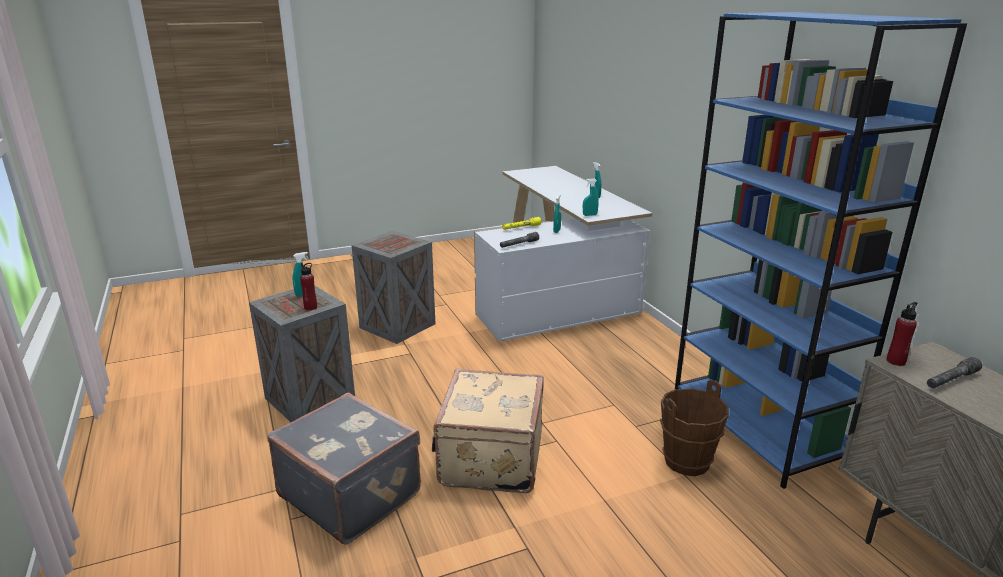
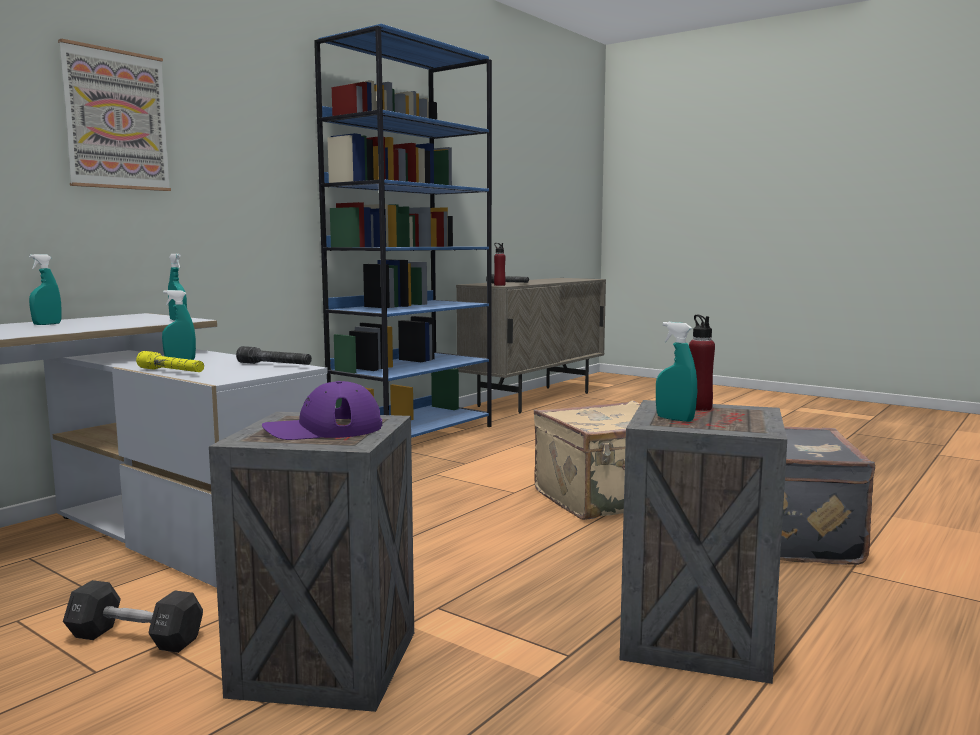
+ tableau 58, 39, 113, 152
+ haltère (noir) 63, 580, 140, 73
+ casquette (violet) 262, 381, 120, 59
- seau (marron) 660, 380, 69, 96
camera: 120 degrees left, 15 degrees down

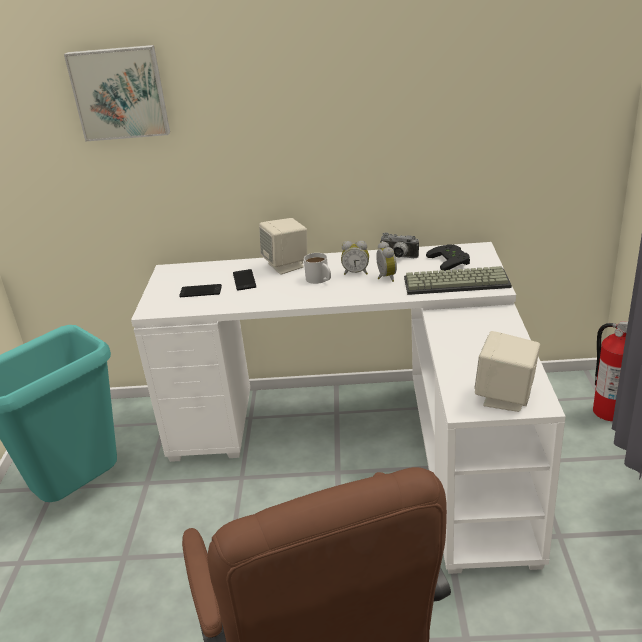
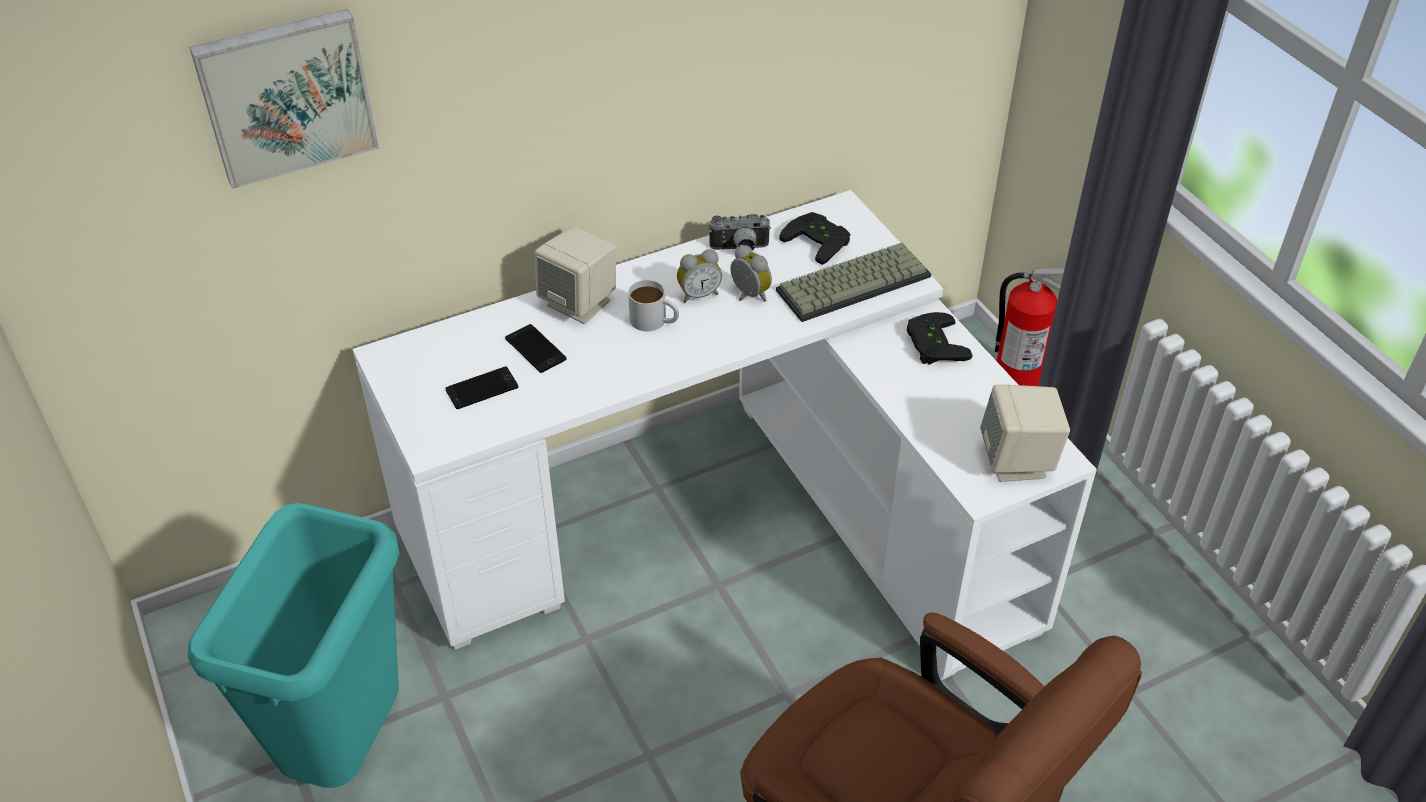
+ manette (noir) 907, 312, 66, 53
camera: 30 degrees left, 15 degrees up

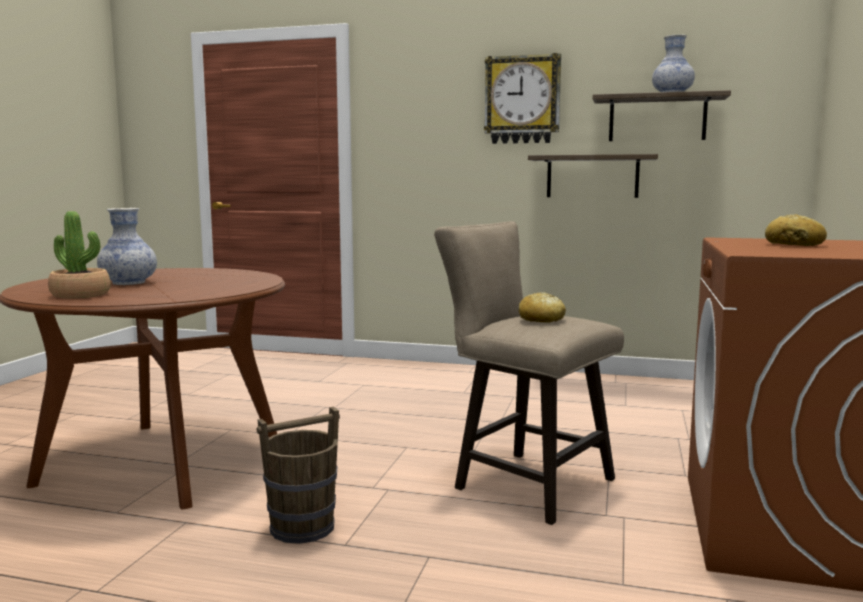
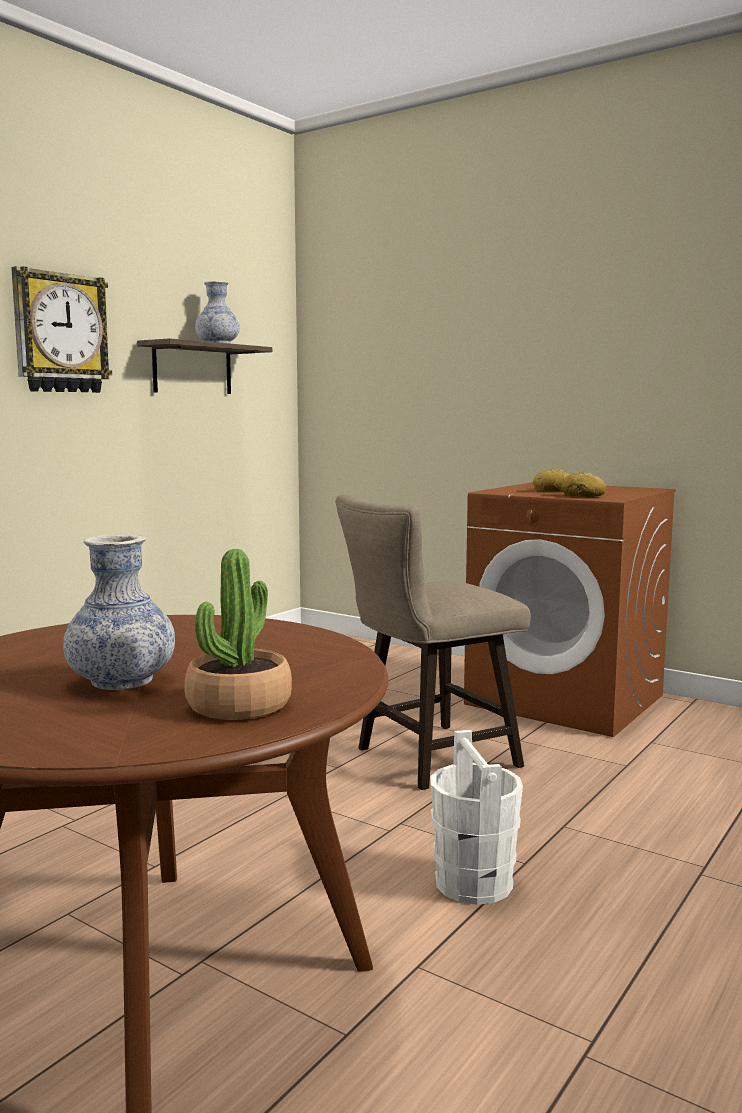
~ seau (marron) 256, 407, 84, 137 to seau (blanc) 430, 730, 93, 175
~ pain 519, 292, 47, 31 to 561, 472, 45, 25
- étagère 528, 154, 130, 44
camera: 70 degrees left, 0 degrees up

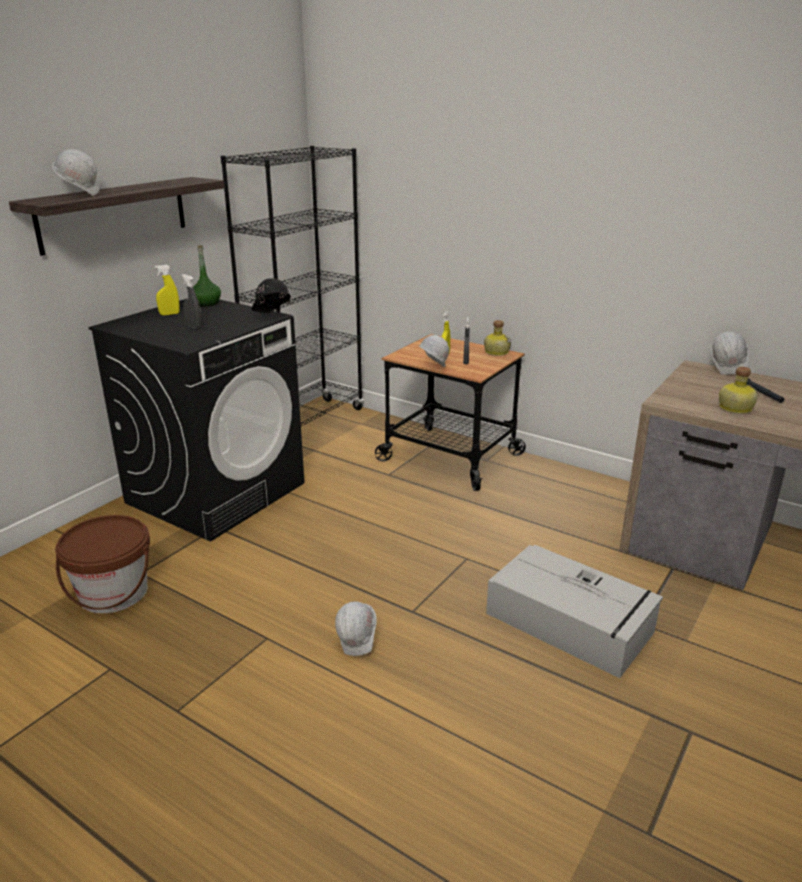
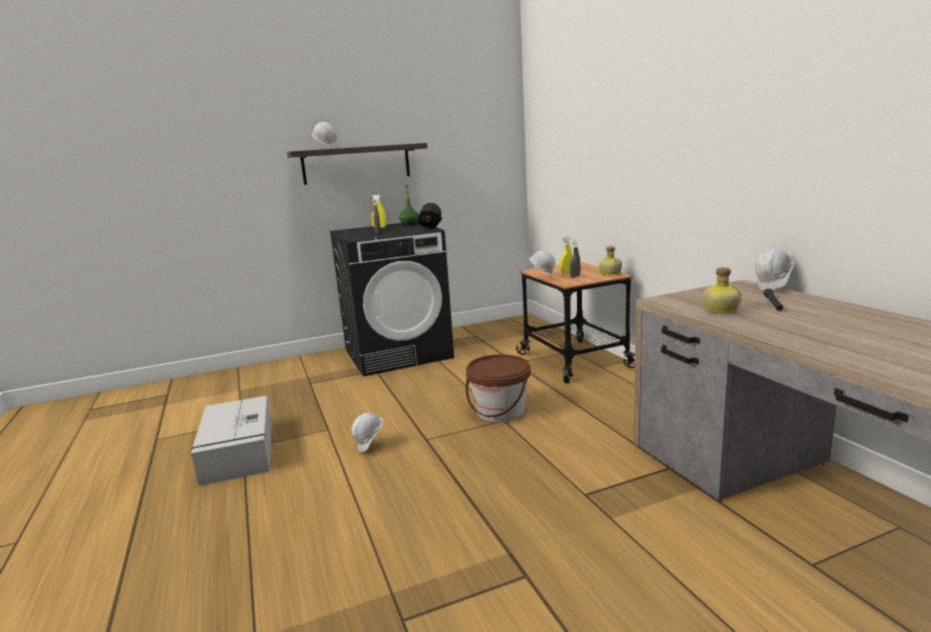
~ boîte de rangement (gris) 486, 545, 177, 133 to 191, 396, 81, 90
~ seau (marron) 55, 515, 95, 98 to 465, 354, 66, 68
- bibliothèque (noir) 221, 146, 142, 280
camera: 35 degrees right, 10 degrees down

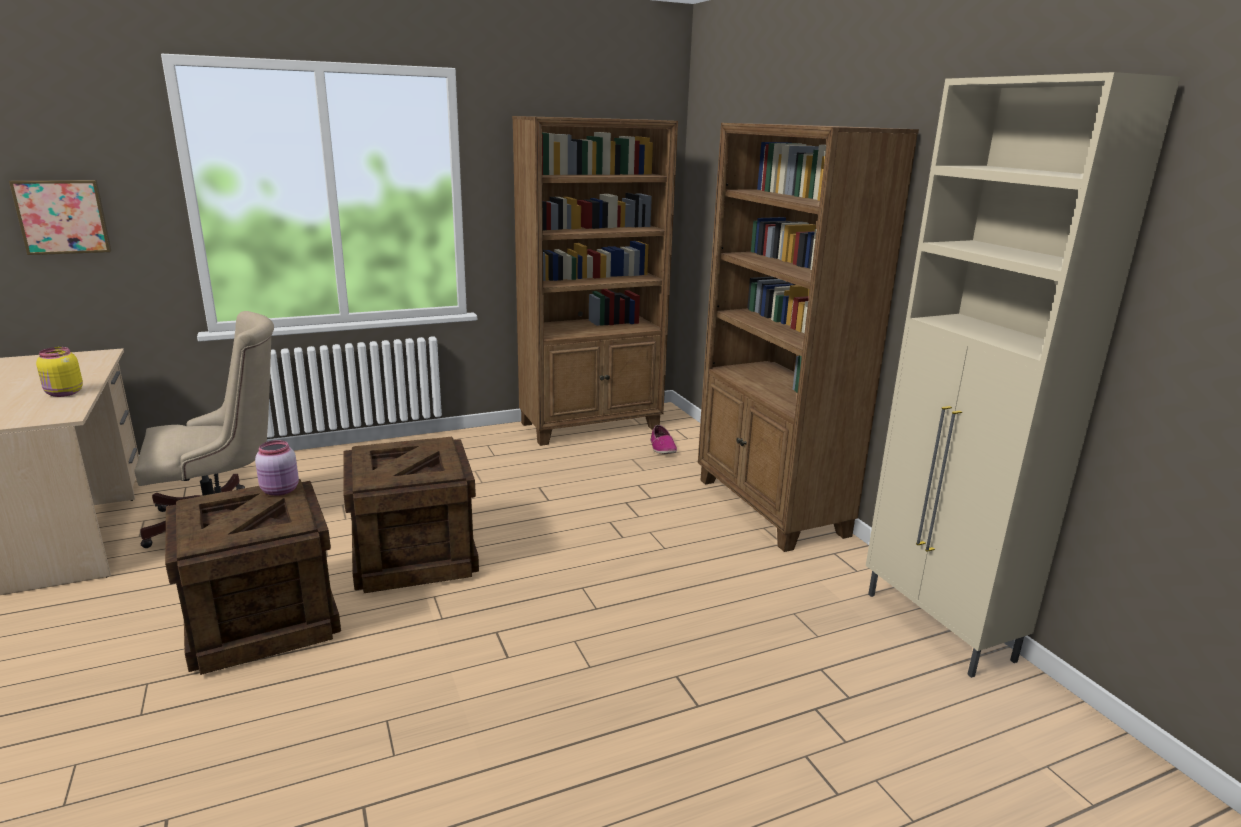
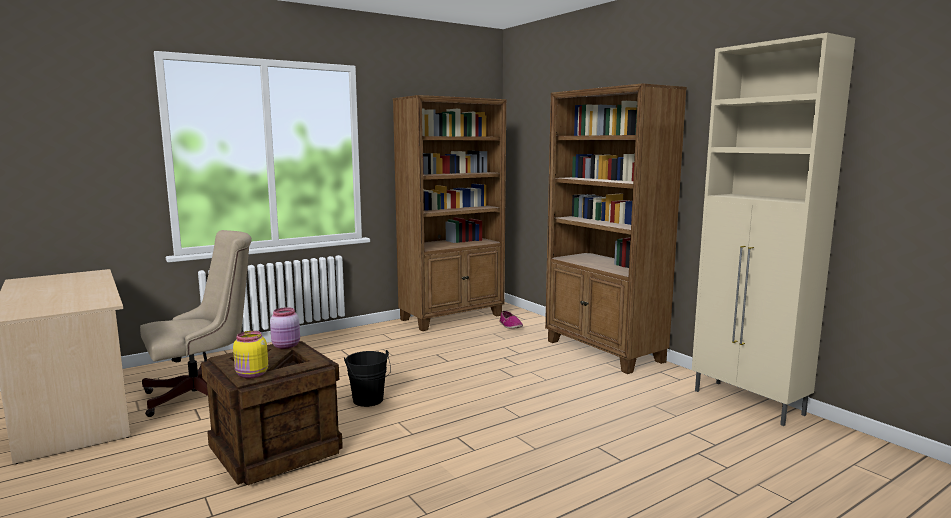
~ bocal (jaune) 36, 347, 47, 50 to 233, 331, 35, 48
~ caisse 344, 436, 135, 157 to seau (noir) 344, 350, 47, 57
- tableau 9, 180, 102, 75
camera: 10 degrees left, 10 degrees down

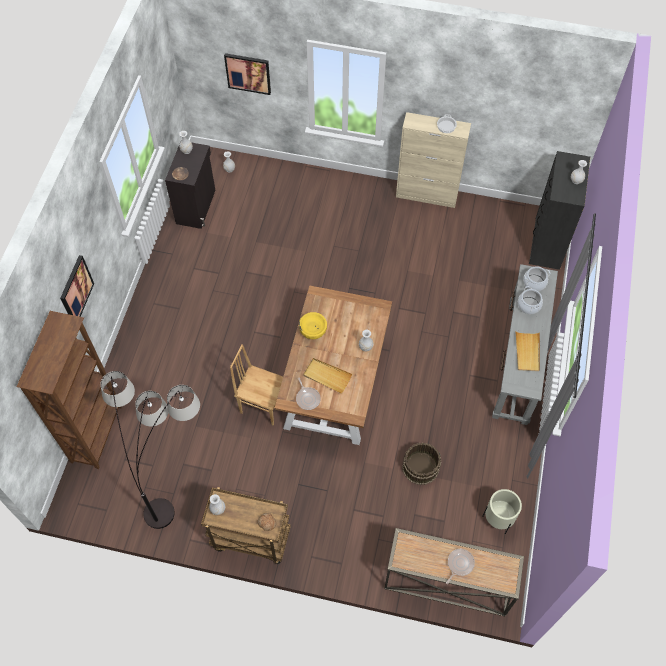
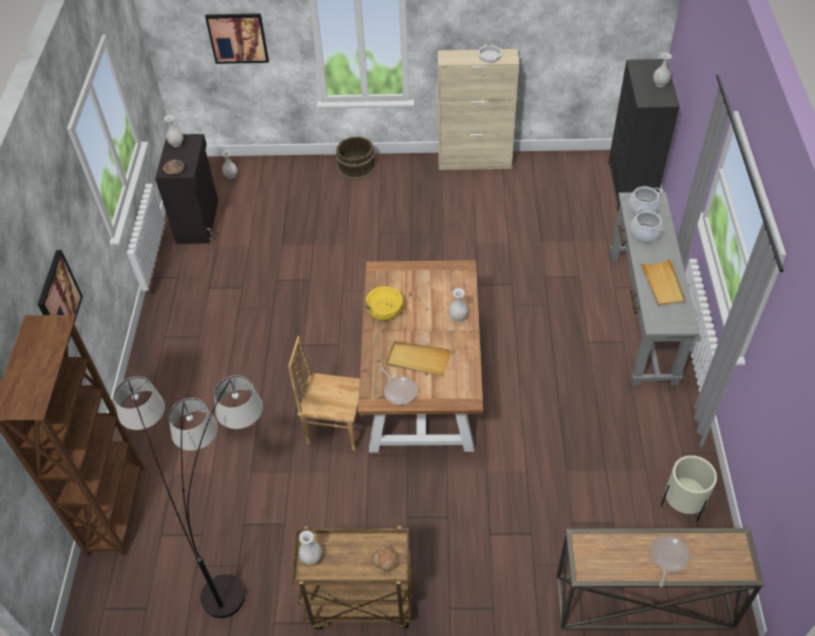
~ seau (marron) 402, 442, 39, 43 to 336, 136, 40, 44
camera: 10 degrees left, 10 degrees down

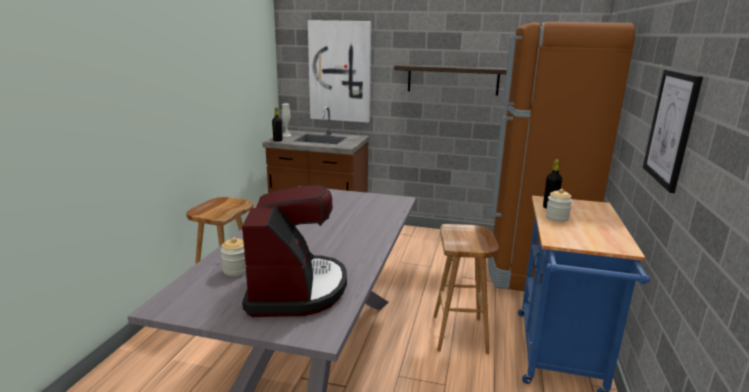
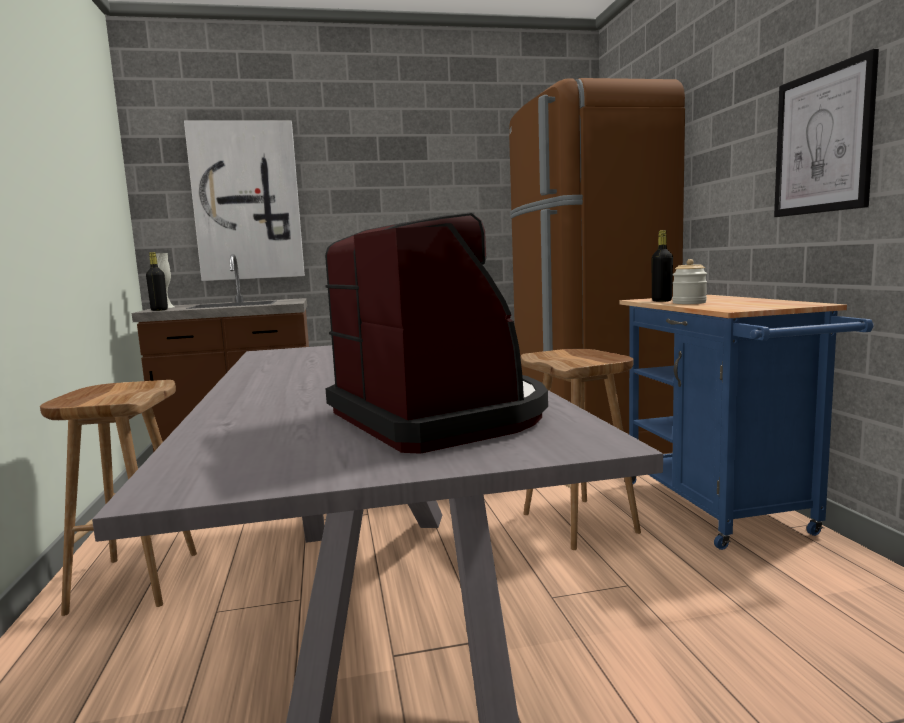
- bocal 221, 237, 25, 39
- étagère 394, 64, 113, 32
camera: 25 degrees left, 10 degrees down

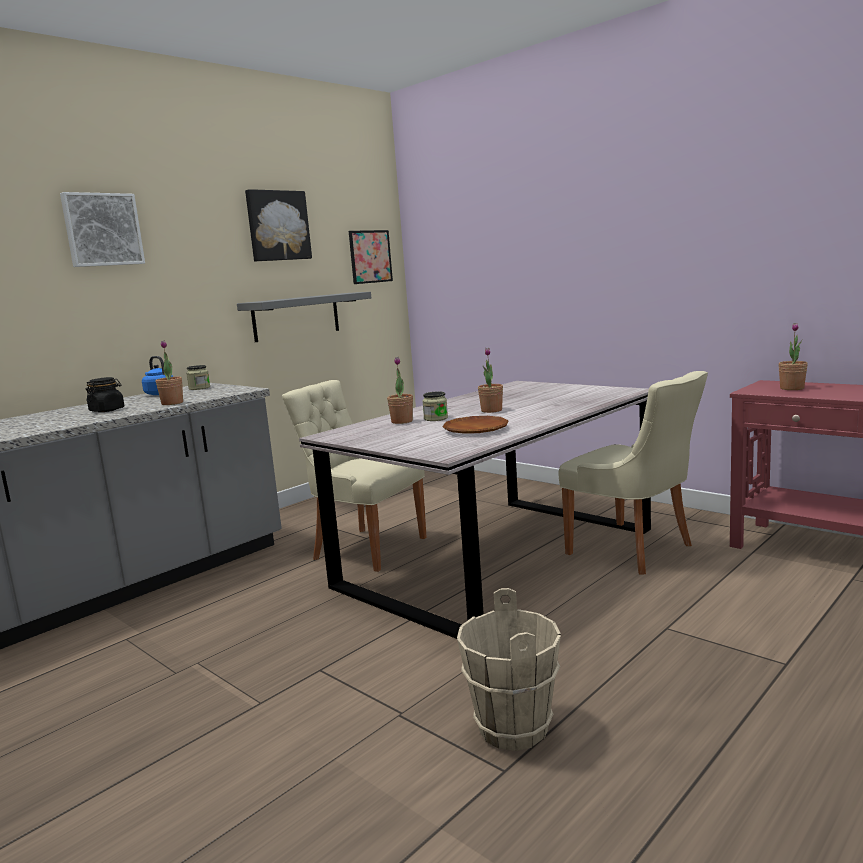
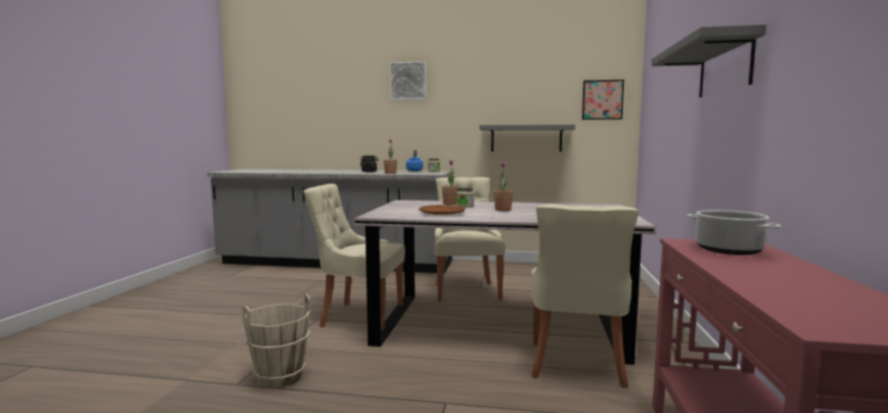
+ chaise (beige) 303, 184, 102, 146
+ étagère (gris) 651, 24, 115, 74
~ plante en pot 779, 323, 29, 67 to marmite 686, 210, 97, 45
- tableau 245, 189, 67, 72
camera: 55 degrees right, 5 degrees down

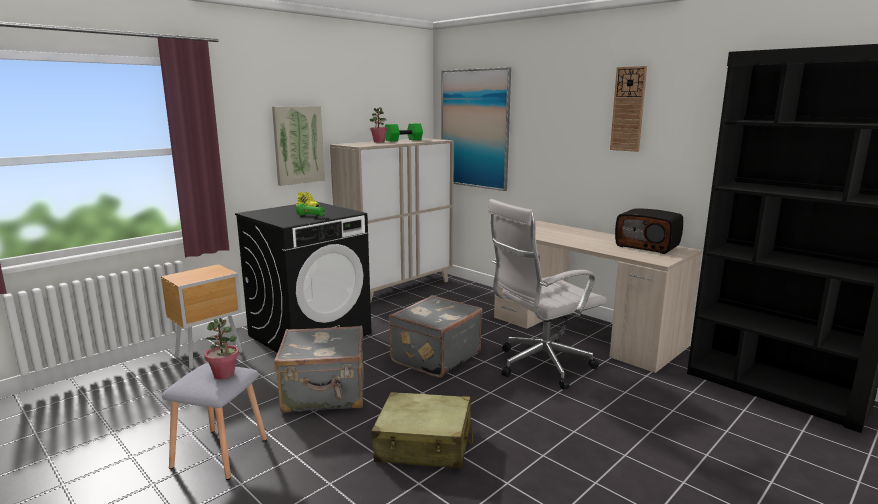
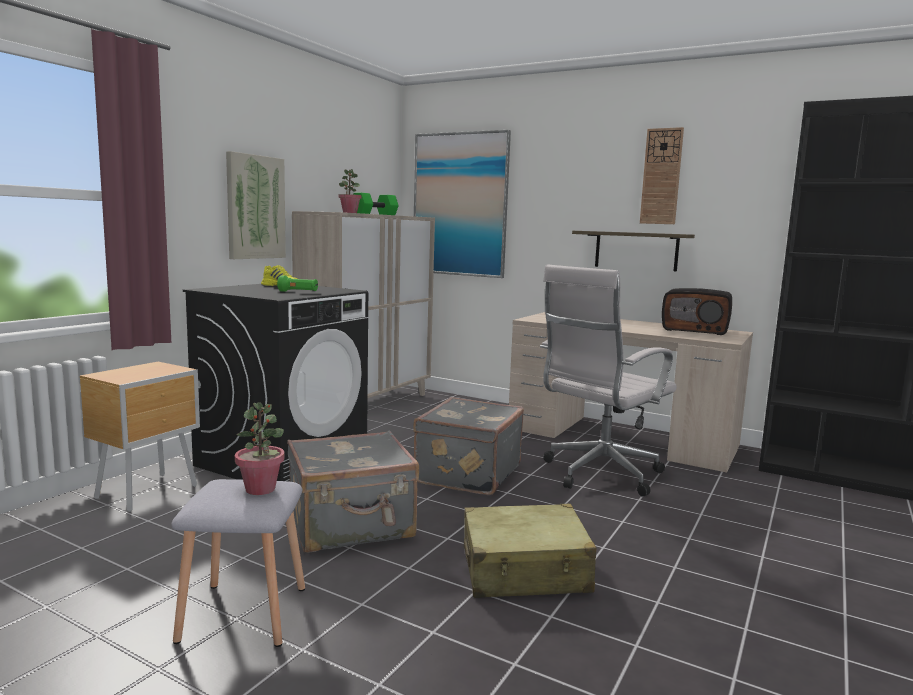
+ étagère 572, 231, 123, 41
camera: 15 degrees left, 5 degrees down

